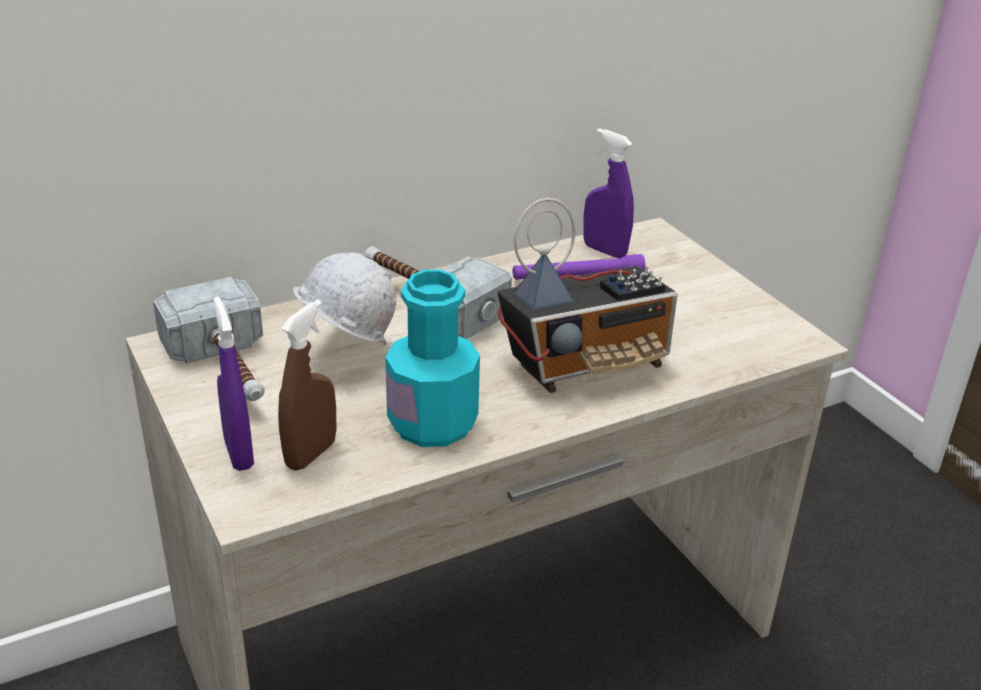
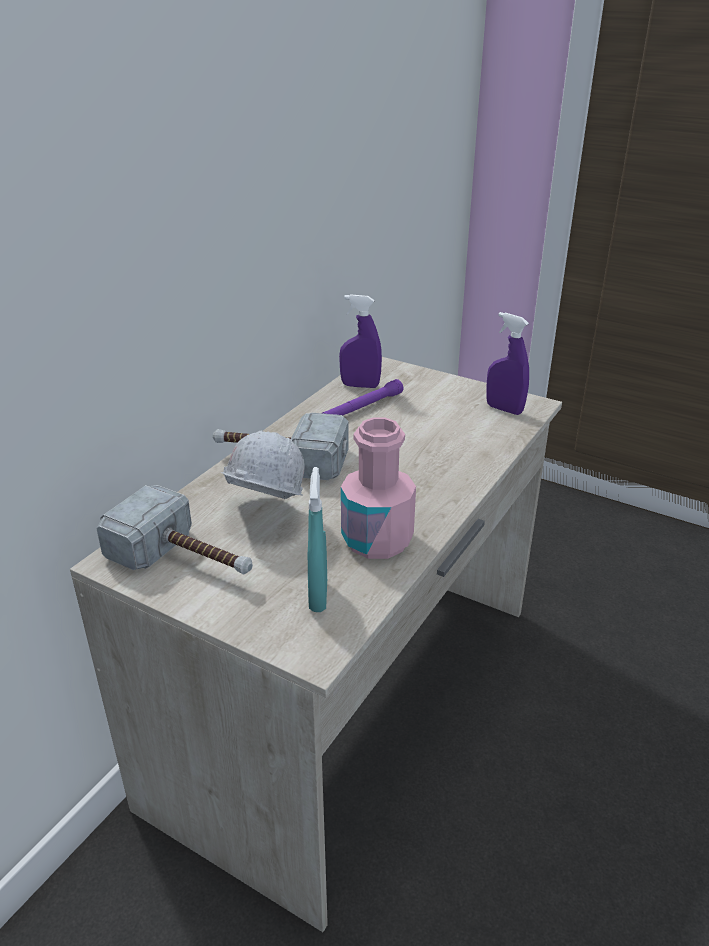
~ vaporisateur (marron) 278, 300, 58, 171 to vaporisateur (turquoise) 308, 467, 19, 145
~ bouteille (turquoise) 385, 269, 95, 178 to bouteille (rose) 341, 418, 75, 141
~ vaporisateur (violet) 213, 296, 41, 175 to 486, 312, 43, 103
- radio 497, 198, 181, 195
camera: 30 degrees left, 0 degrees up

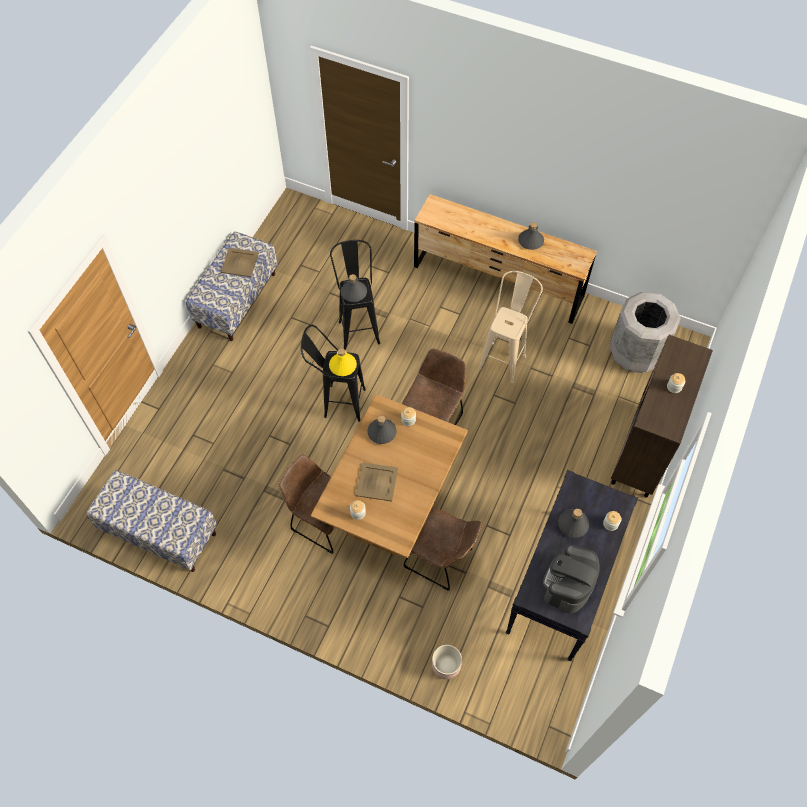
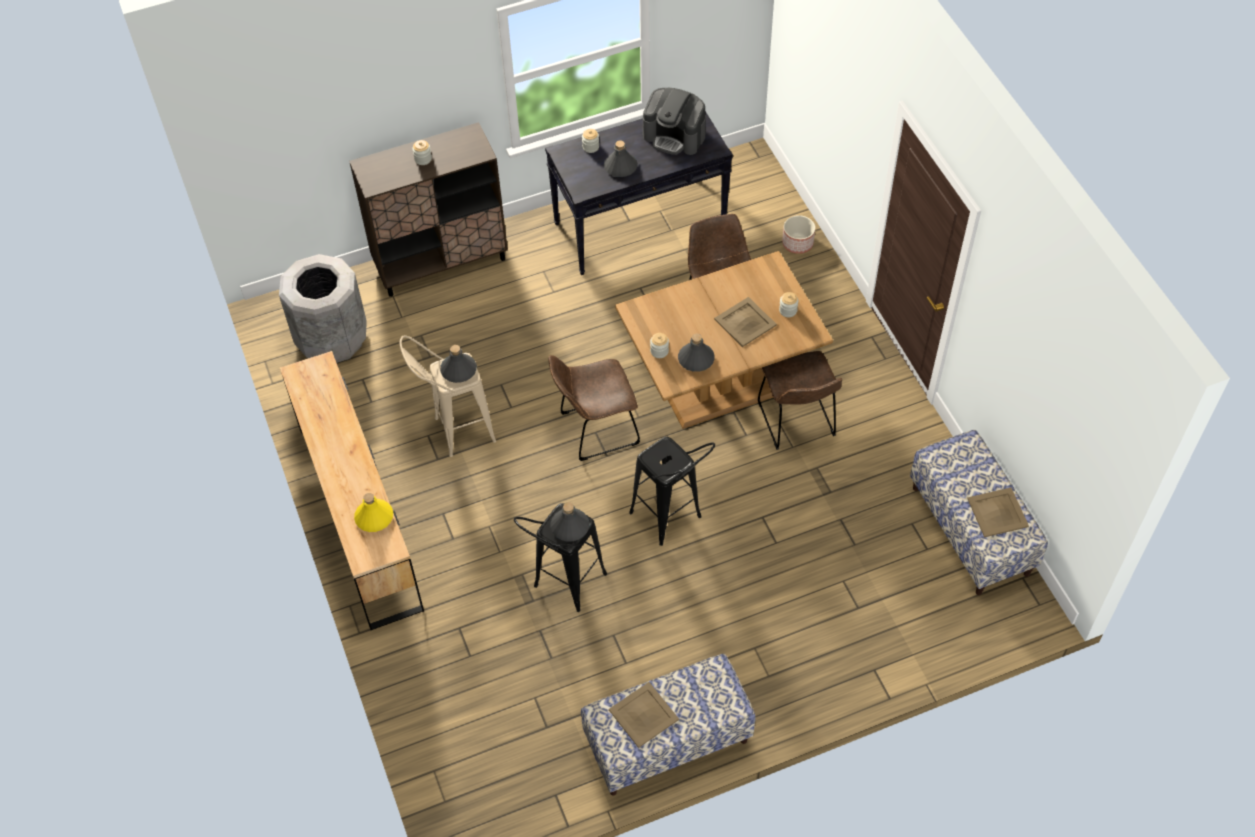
~ bouteille (jaune) 329, 348, 28, 28 to 354, 493, 39, 39
~ bouteille (gris) 518, 222, 26, 28 to 440, 345, 37, 38
~ machine à café 543, 545, 57, 68 = 643, 88, 63, 67 45 degrees clockwise
+ plateau (beige) 967, 488, 62, 49
camera: 135 degrees left, 5 degrees down

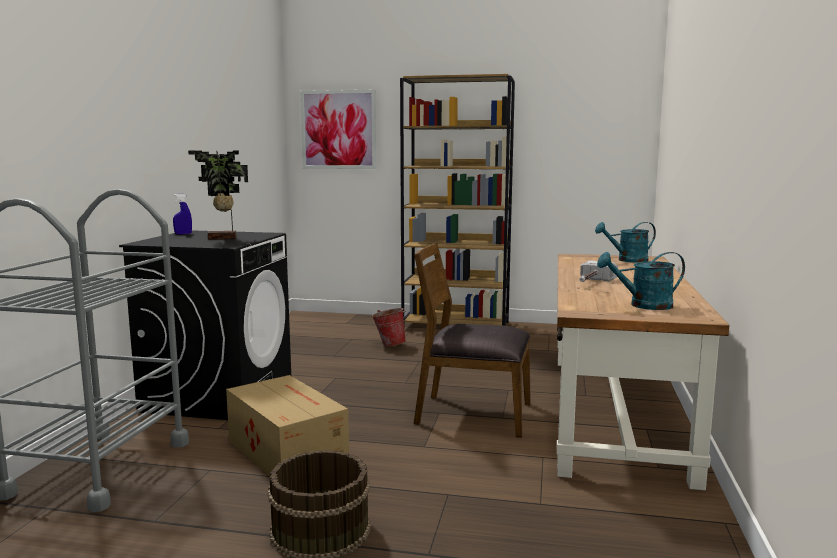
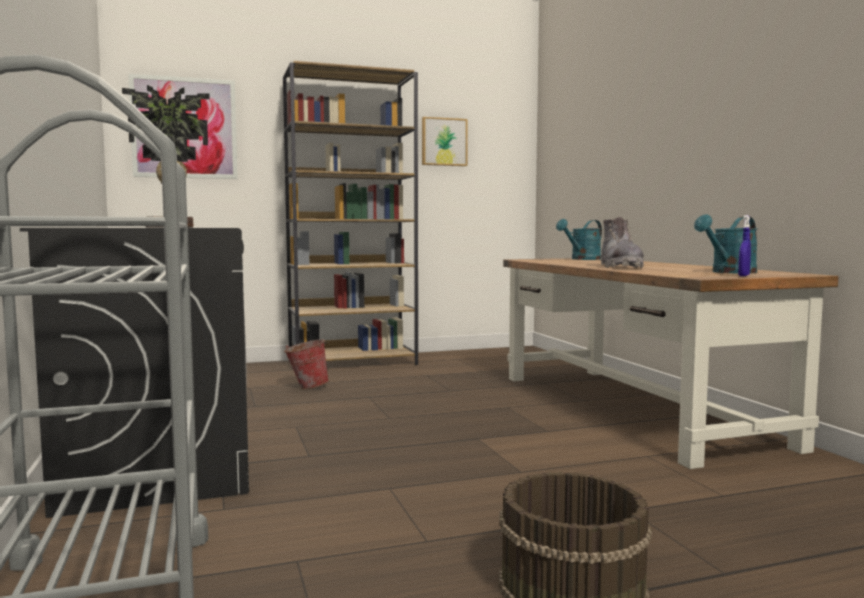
+ tableau 422, 117, 46, 49
~ marteau 579, 260, 39, 22 to botte (gris) 601, 217, 43, 51
~ vaporisateur (bleu) 173, 194, 19, 41 to 738, 215, 13, 61
- carton 226, 375, 123, 101
- chaise (marron) 414, 243, 117, 195
camera: 30 degrees left, 5 degrees down

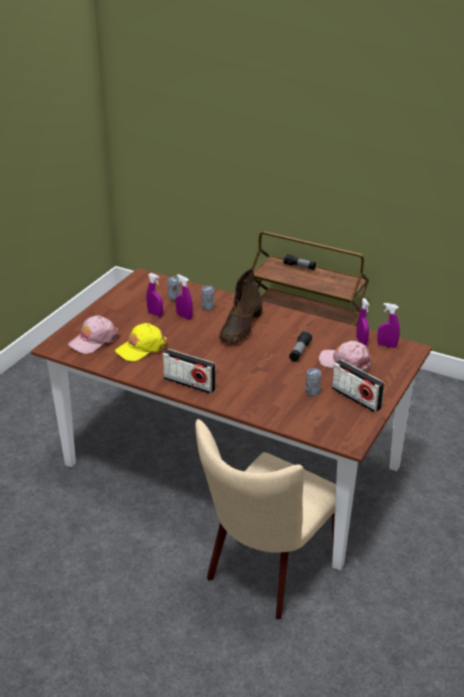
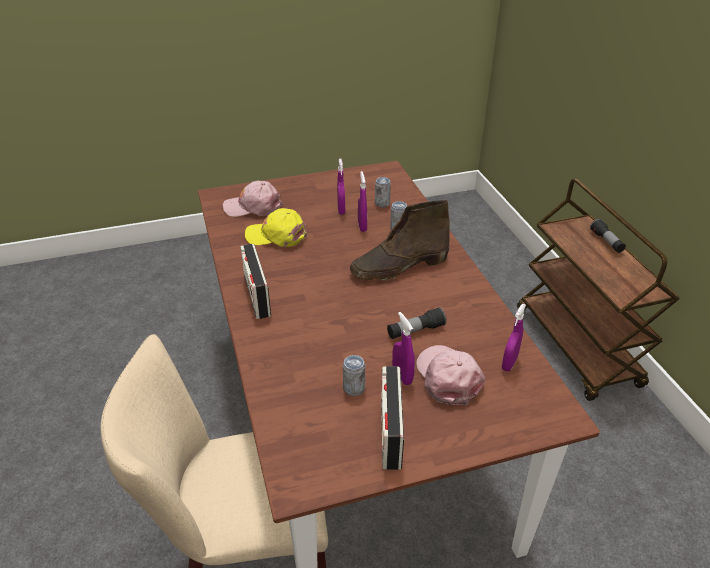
~ vaporisateur (violet) 377, 303, 23, 45 to 392, 312, 23, 73
camera: 45 degrees right, 5 degrees up

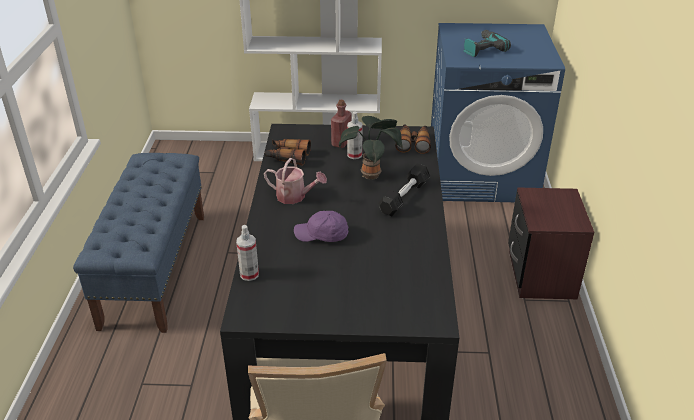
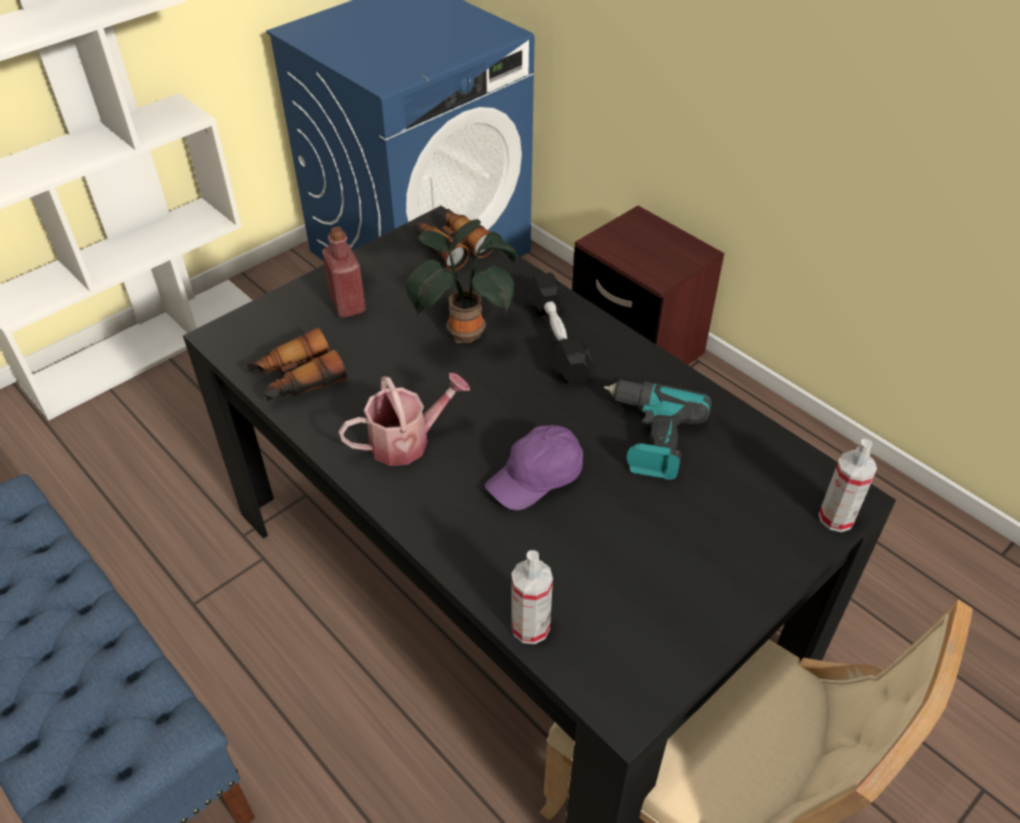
~ perceuse 464, 30, 47, 27 to 604, 380, 108, 100
~ vaporisateur 347, 111, 16, 48 to 819, 439, 58, 93
camera: 45 degrees left, 10 degrees up

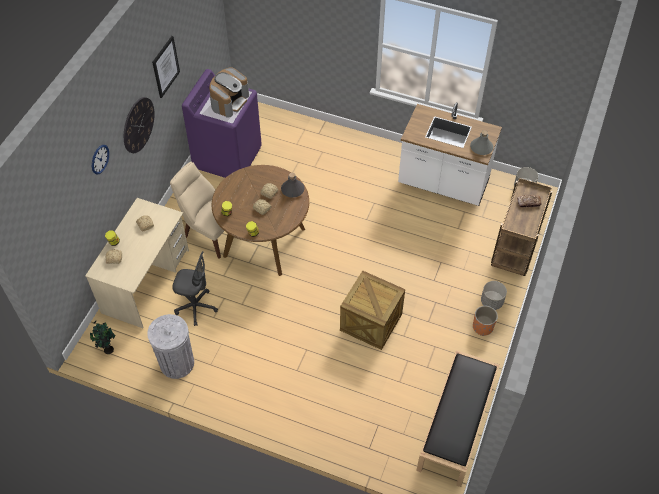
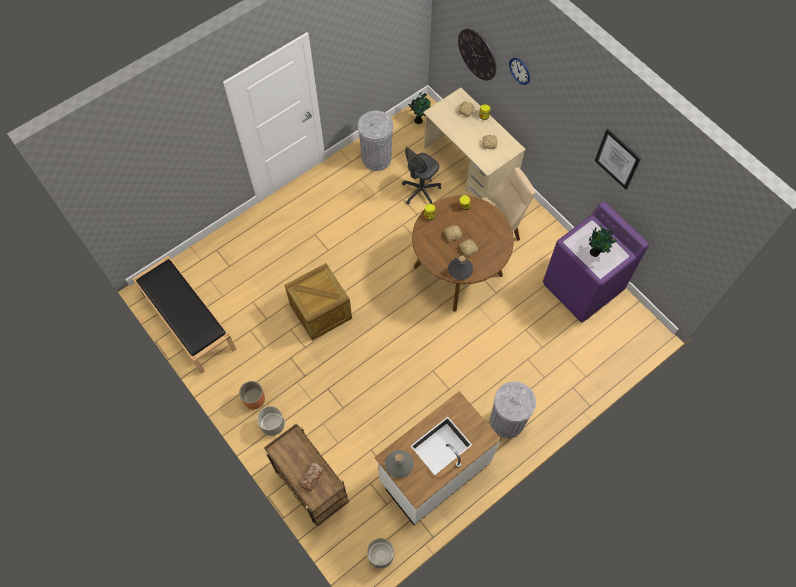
~ horloge murale 124, 97, 31, 56 to 458, 29, 38, 52
+ poubelle (gris) 490, 382, 46, 56
~ machine à café 209, 68, 40, 50 to plante en pot 589, 224, 28, 33
camera: 120 degrees right, 10 degrees up

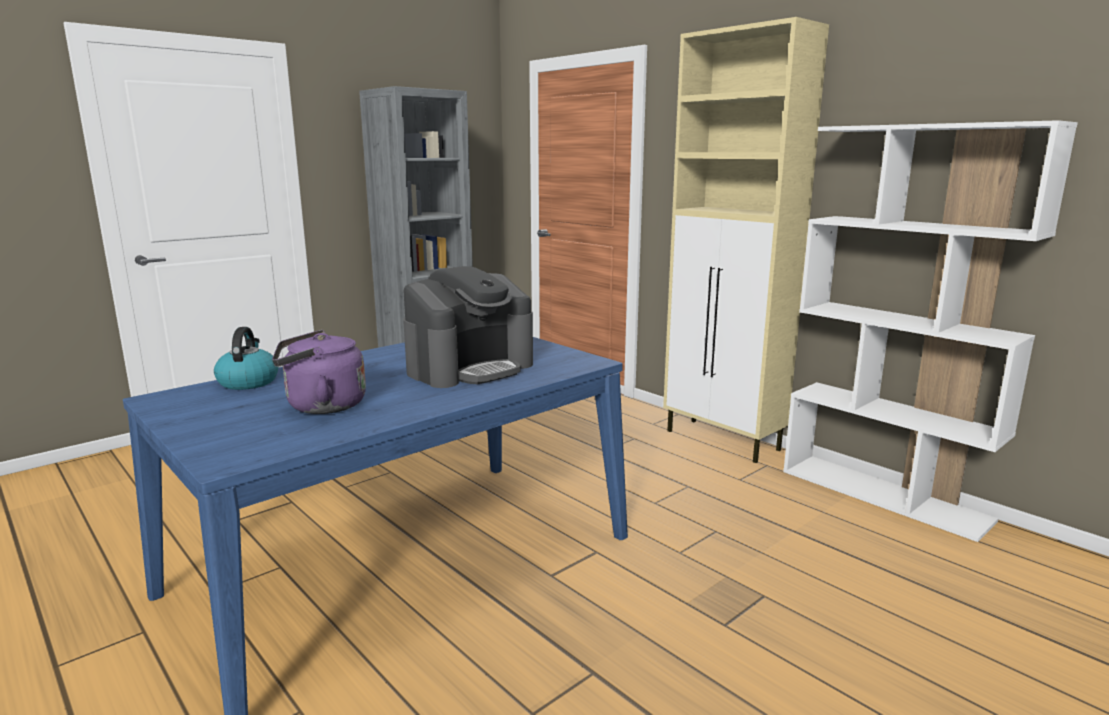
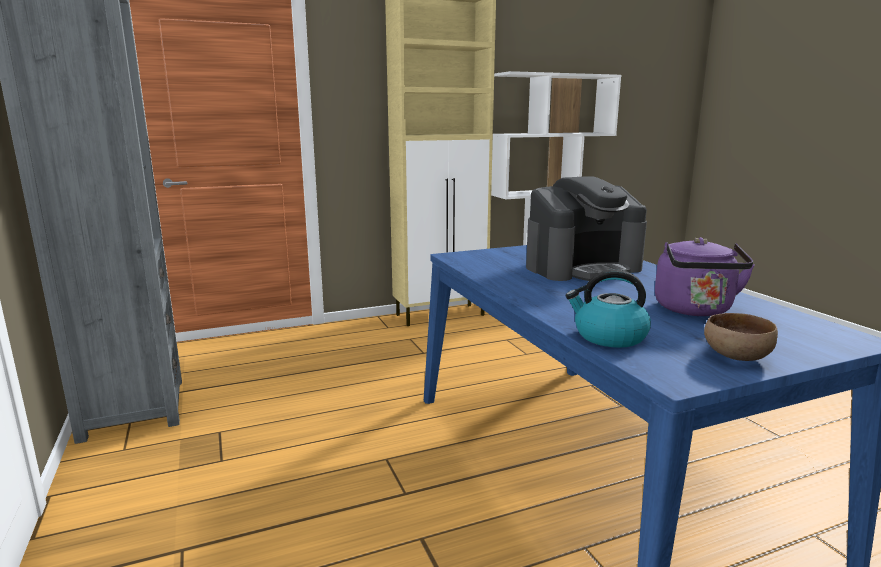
~ machine à café 403, 266, 130, 122 = 526, 176, 121, 105 90 degrees clockwise
+ bol (marron) 704, 313, 74, 48
camera: 70 degrees left, 0 degrees up

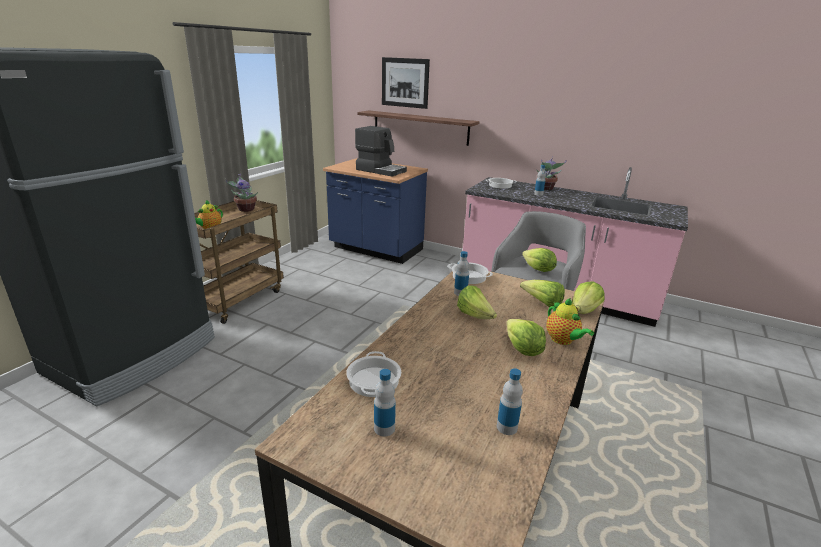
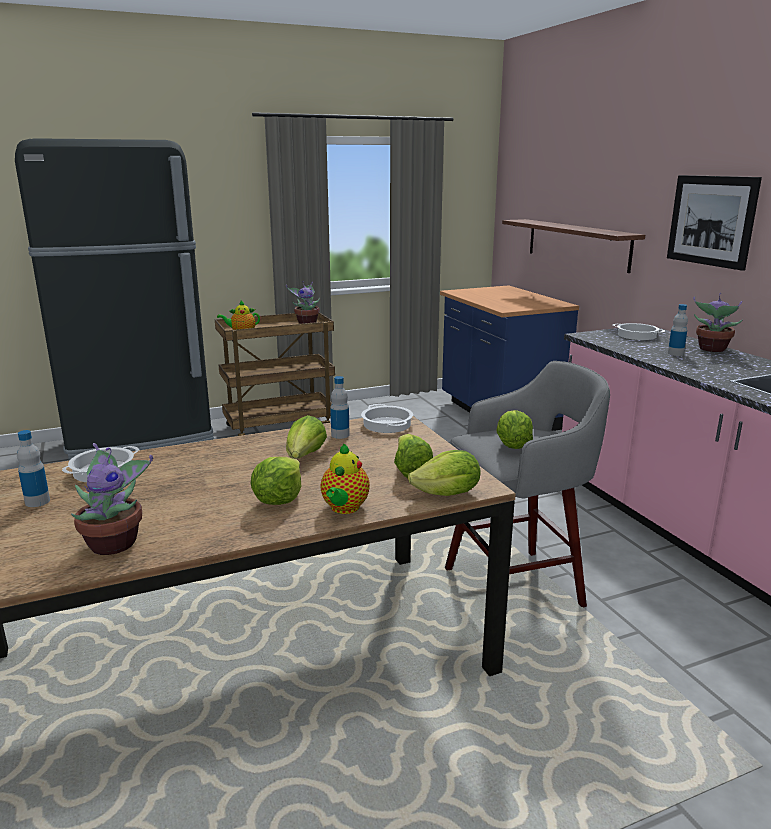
~ bouteille 497, 368, 26, 67 to plante en pot 71, 443, 82, 112
~ tableau 382, 57, 48, 52 to 667, 175, 95, 96
- machine à café 355, 126, 52, 51
camera: 40 degrees right, 5 degrees down

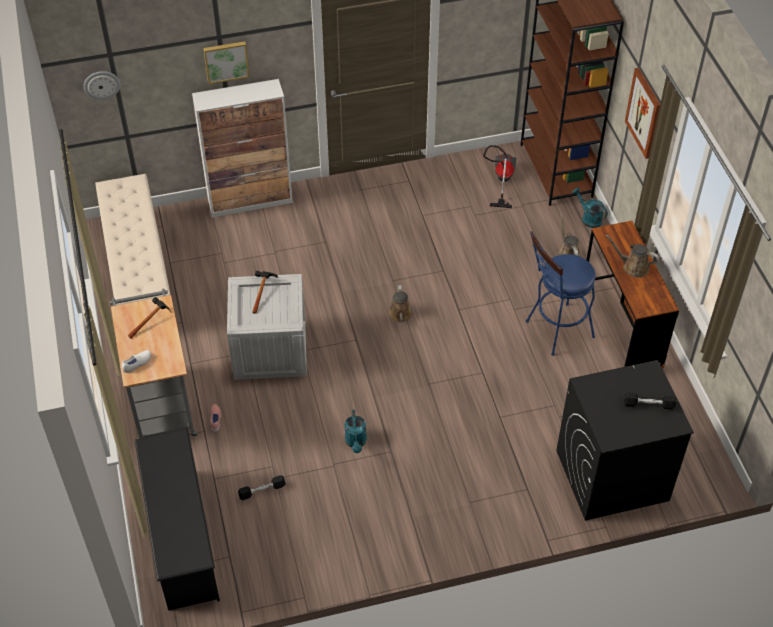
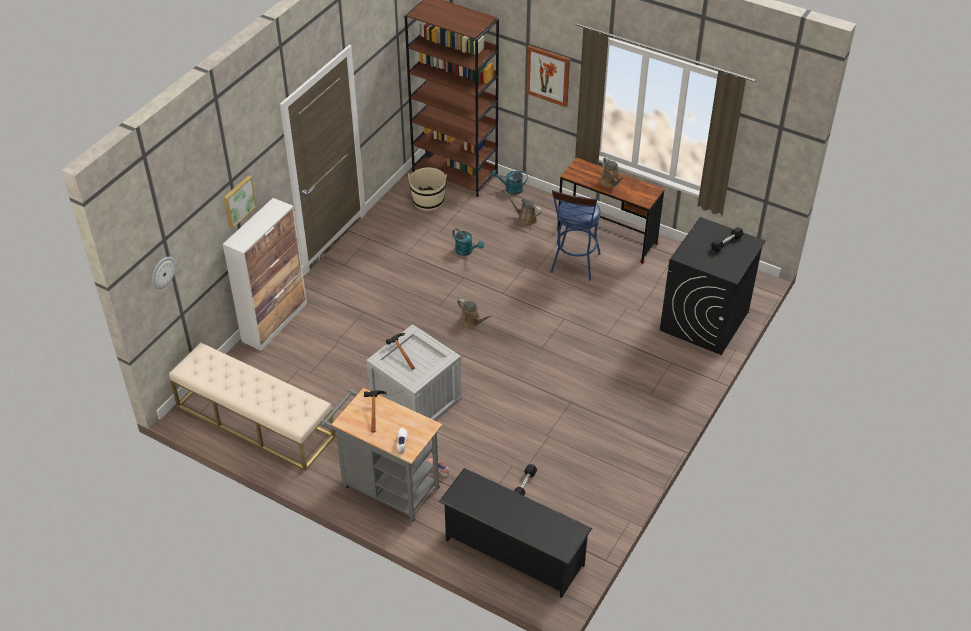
~ aspirateur 483, 145, 33, 63 to seau (beige) 408, 168, 39, 43
~ arrosoir (turquoise) 344, 410, 23, 43 to 453, 228, 31, 28
~ arrosoir (marron) 605, 234, 54, 44 = 600, 157, 25, 31 90 degrees counterclockwise
camera: 45 degrees left, 5 degrees down

